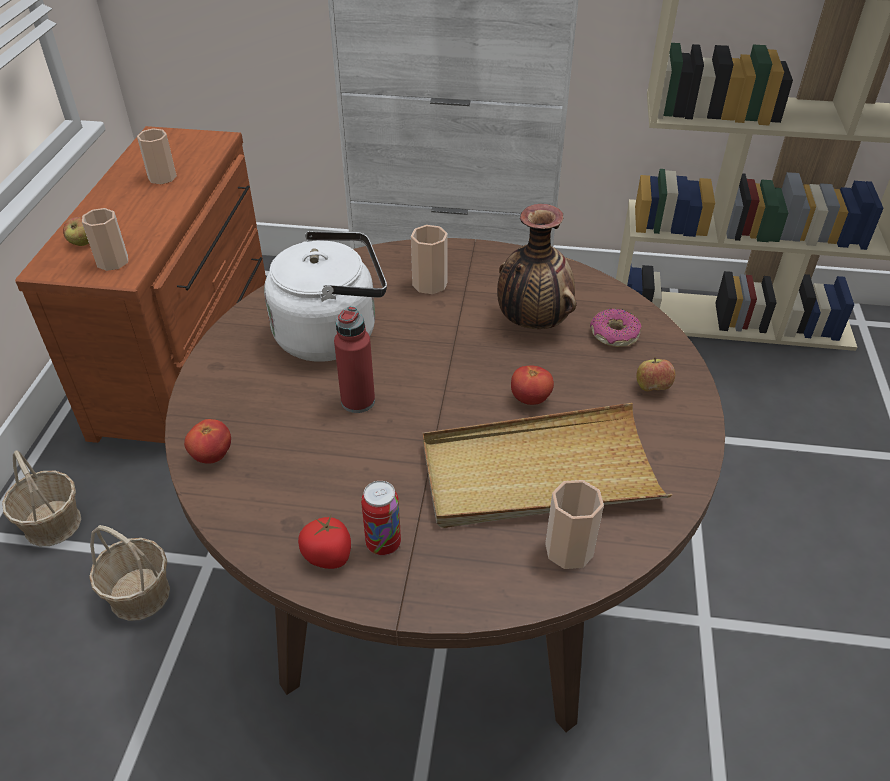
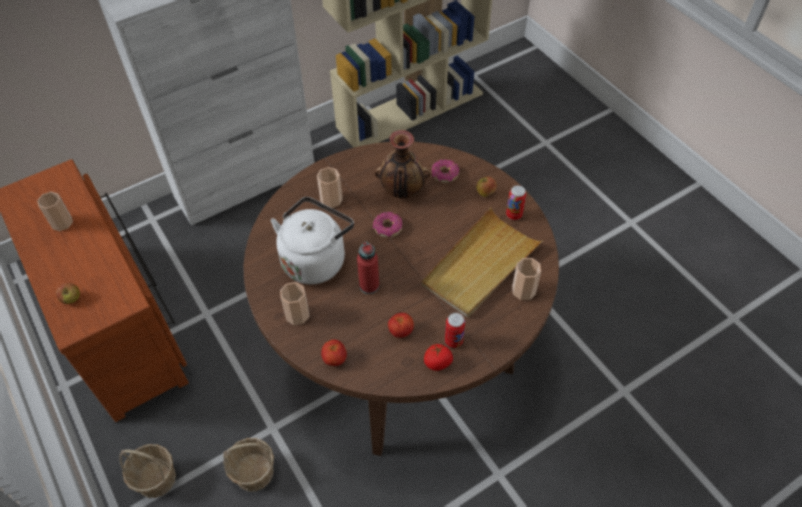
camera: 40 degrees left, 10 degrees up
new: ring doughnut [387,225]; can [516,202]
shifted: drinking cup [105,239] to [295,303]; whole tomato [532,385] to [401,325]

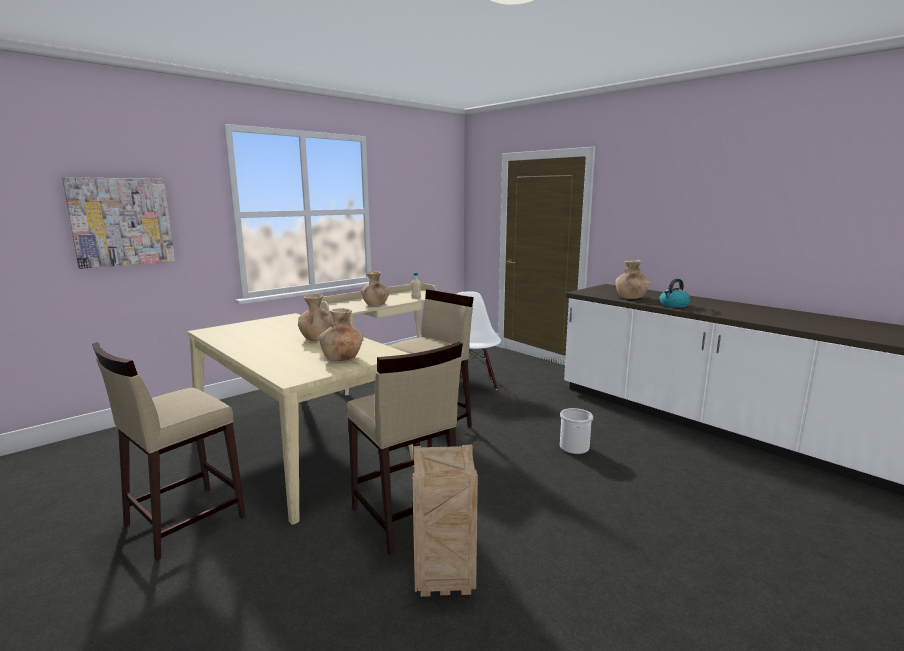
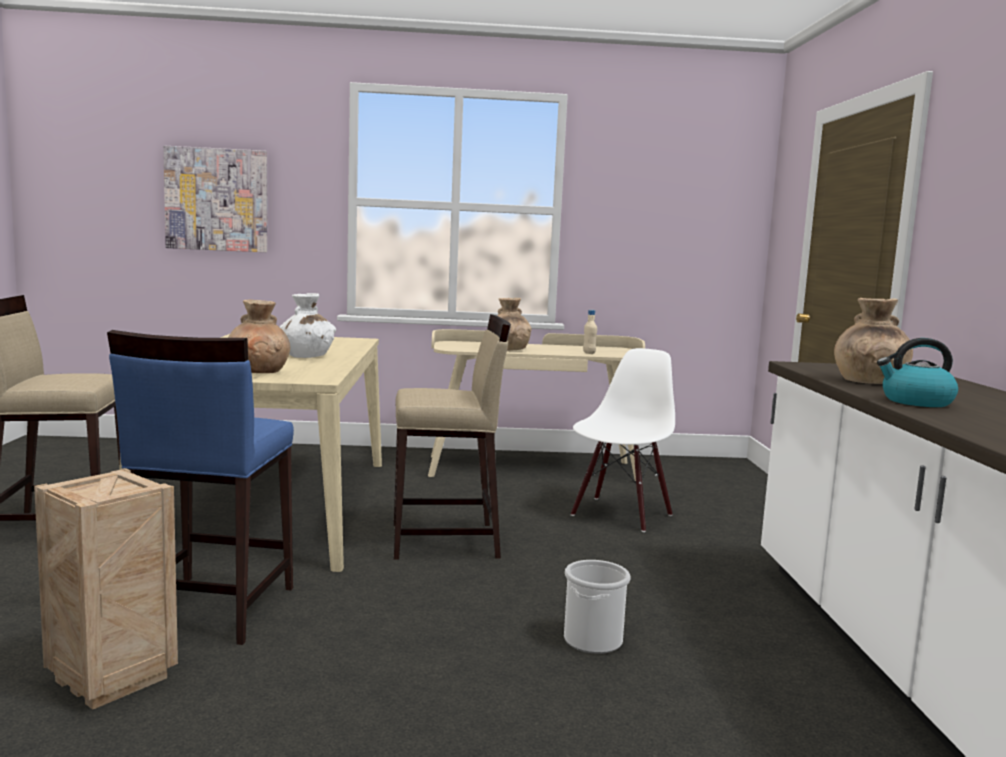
camera: 40 degrees right, 5 degrees down
repainted: vase in brown [316,317] to vase in white [308,325]; stool seat in beige [404,448] to stool seat in bluish [200,487]

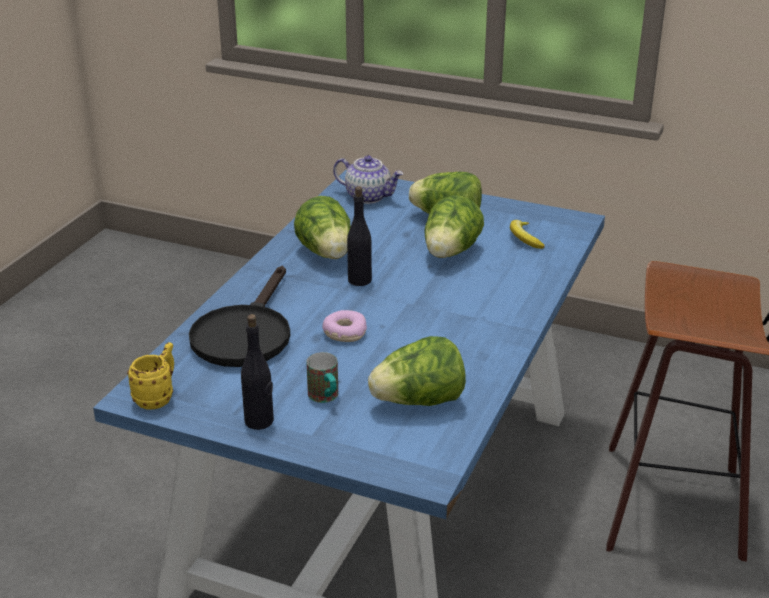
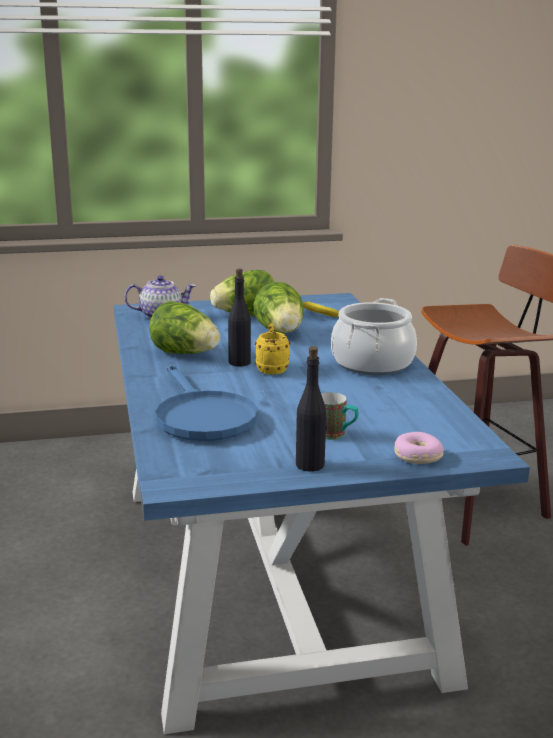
camera: 35 degrees left, 10 degrees down
gone: lettuce [417,371]
new: cooking pot [374,336]
shifted: coffee mug in yellow [150,376] to [272,349]; ring doughnut [344,326] to [419,448]
repainted: pan in black-coloured [239,316] to pan in bluish [206,402]

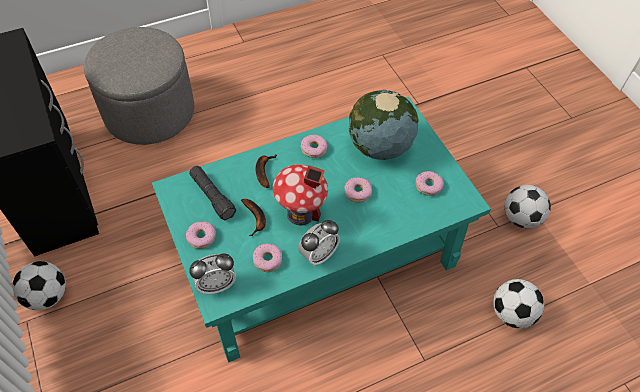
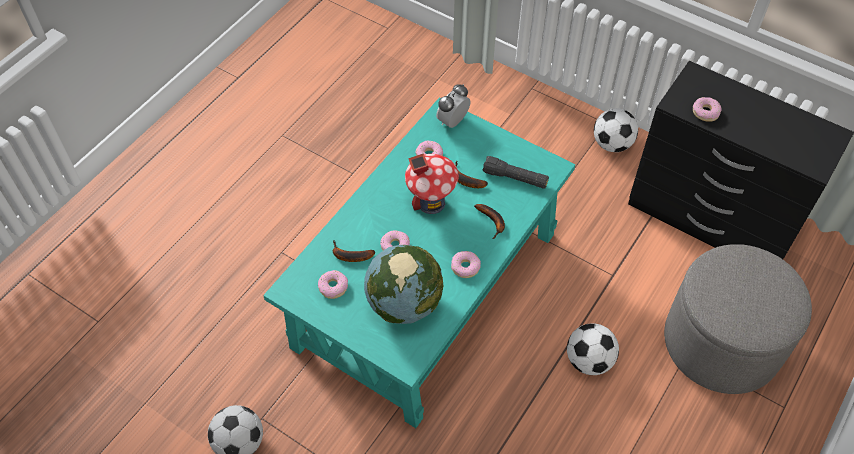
camera: 150 degrees right, 0 degrees up
gone: table clock [319,243]
new: whole banana [354,251]
shifted: ring doughnut [201,235] to [707,109]; ball for football [518,303] to [593,349]

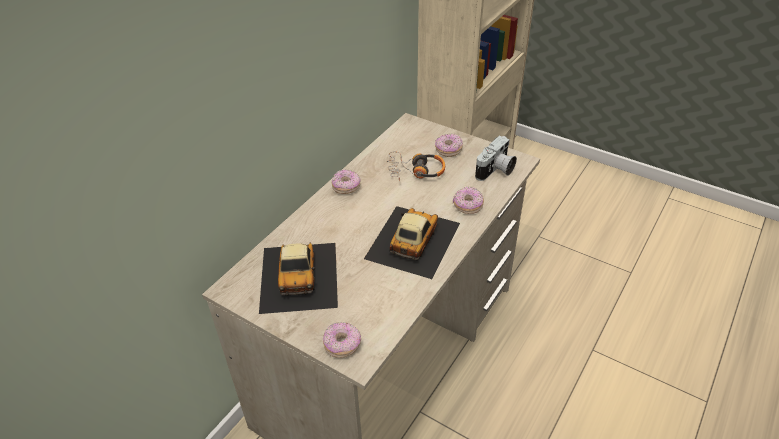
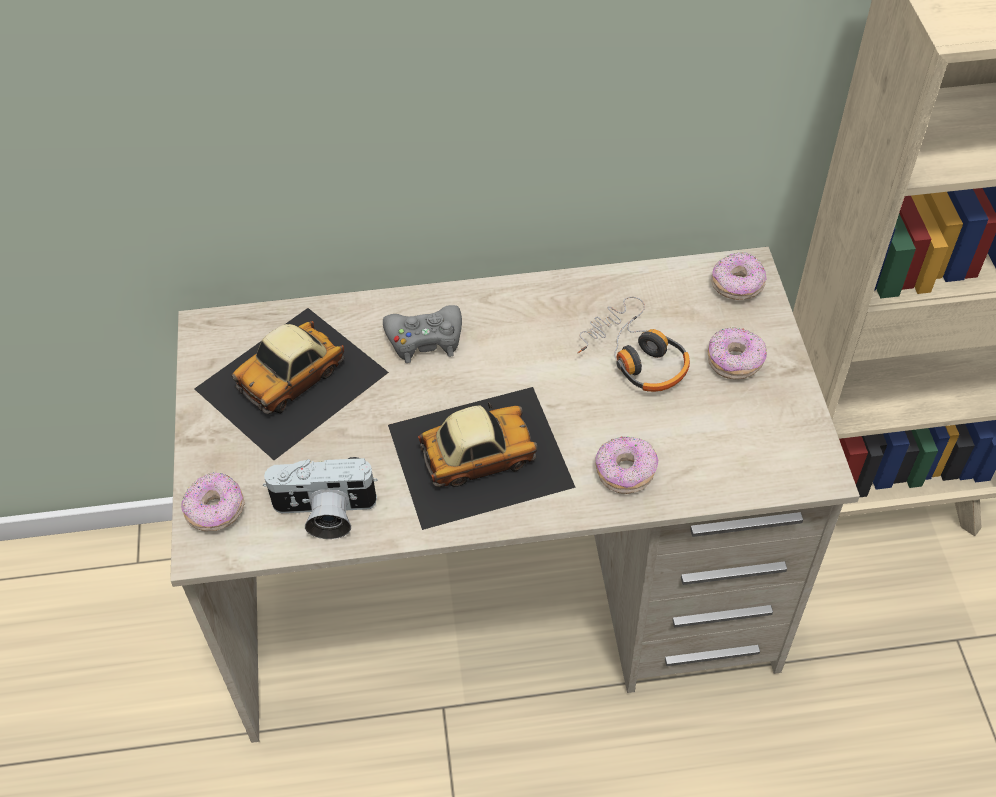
camera: 50 degrees right, 10 degrees up
new: joypad in grey [422,334]
shifted: ring doughnut [346,181] to [738,276]; photo camera [496,158] to [320,498]

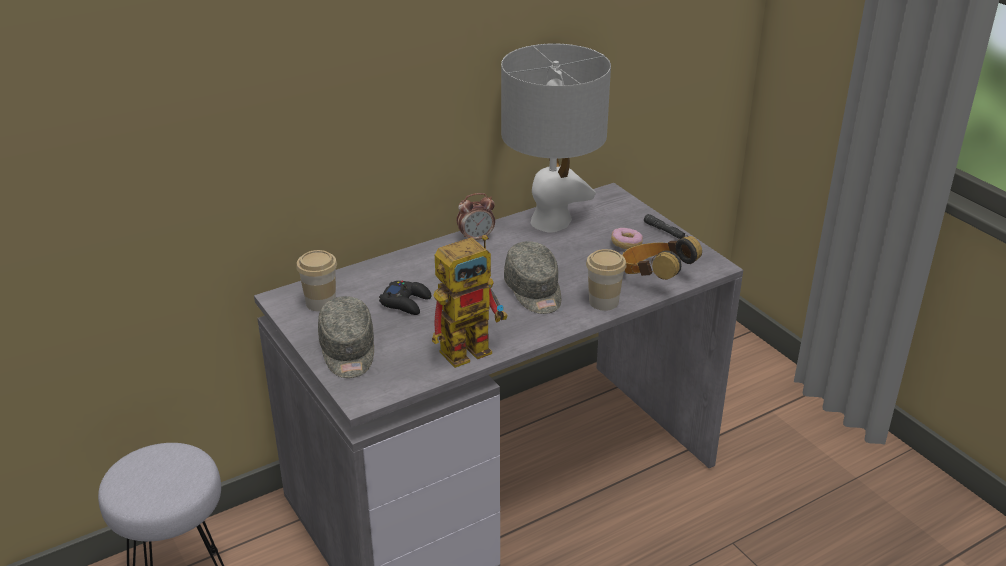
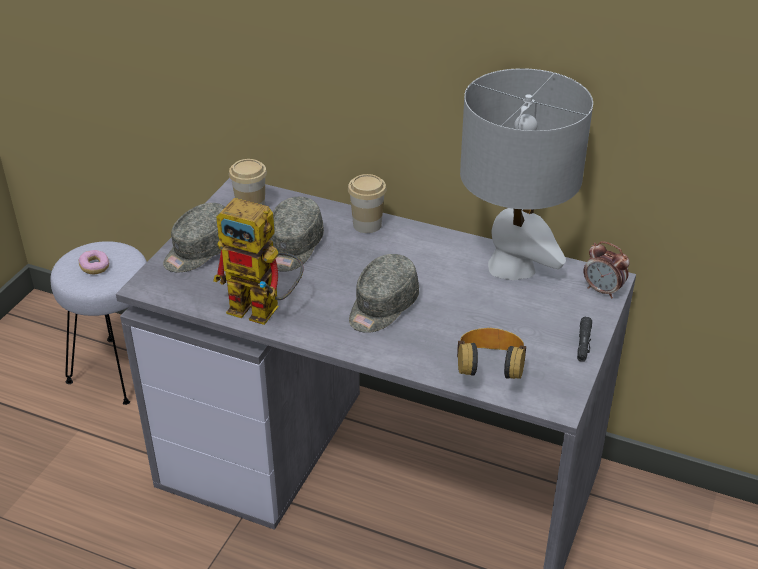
camera: 55 degrees right, 5 degrees up
shifted: table clock [476,216] to [607,269]; drinking cup [606,280] to [367,203]; ring doughnut [627,238] to [94,262]
swapped: joypad in black-coloured [405,298] to cap in grey [297,234]

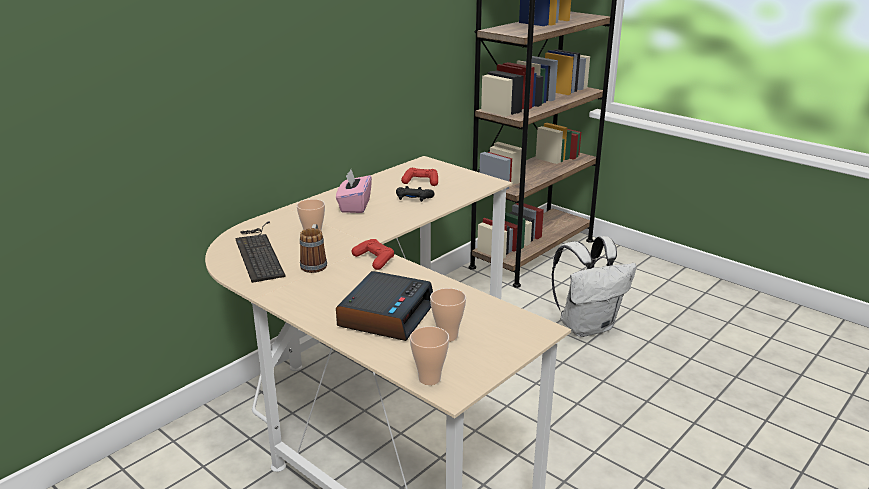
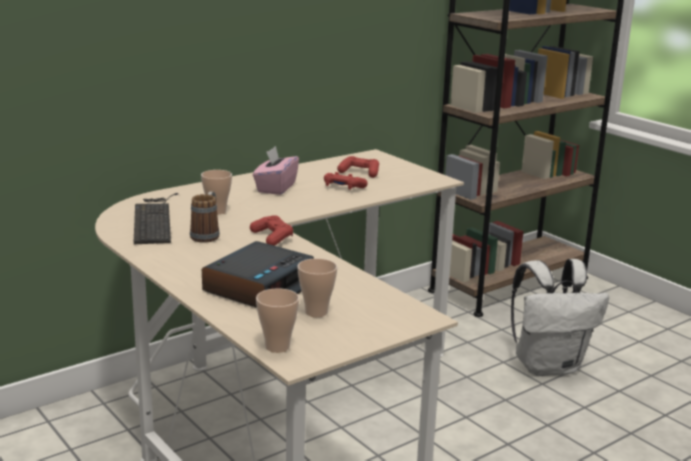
camera: 10 degrees right, 5 degrees down
repainted: joypad in black-coloured [415,194] to joypad in red-coloured [346,181]

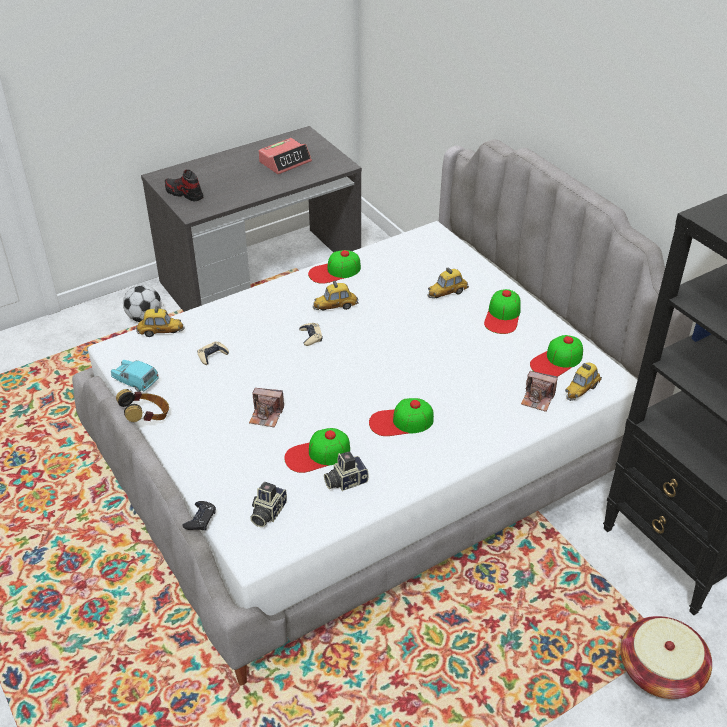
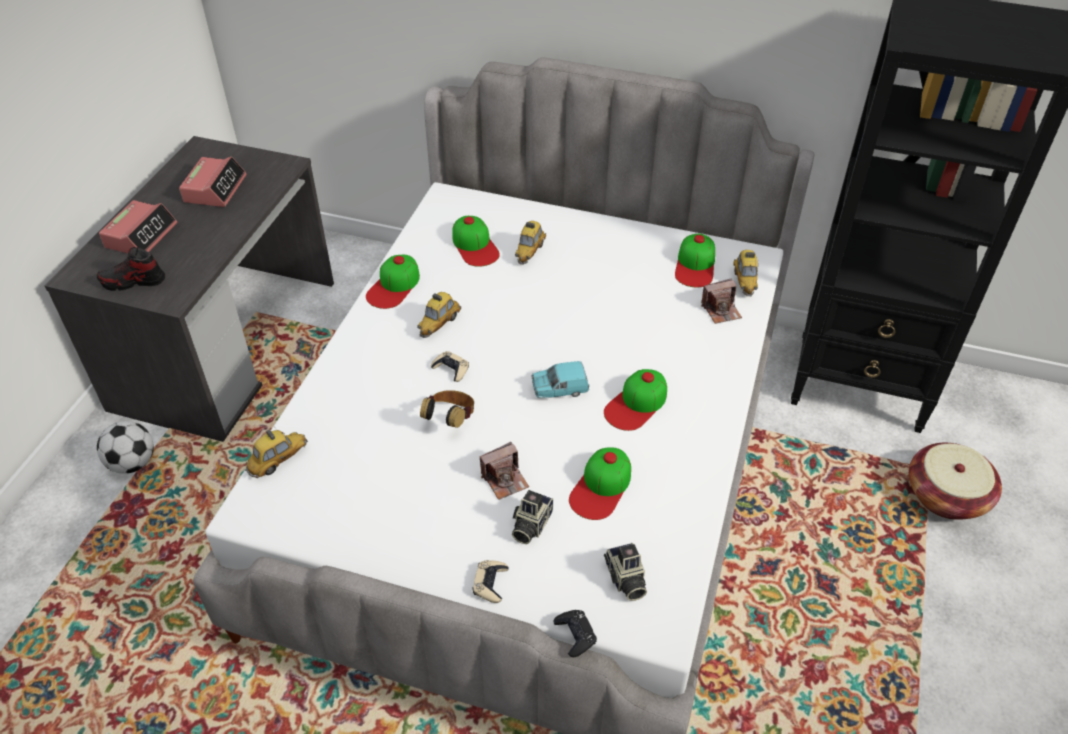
camera: 40 degrees left, 5 degrees up
new: table clock [138,226]
shifted: toy car in turquoise [135,376] to [560,379]; headphones [142,405] to [447,409]; joypad in beige [213,353] to [490,581]; photo camera [346,471] to [532,517]; cap [502,311] to [476,241]

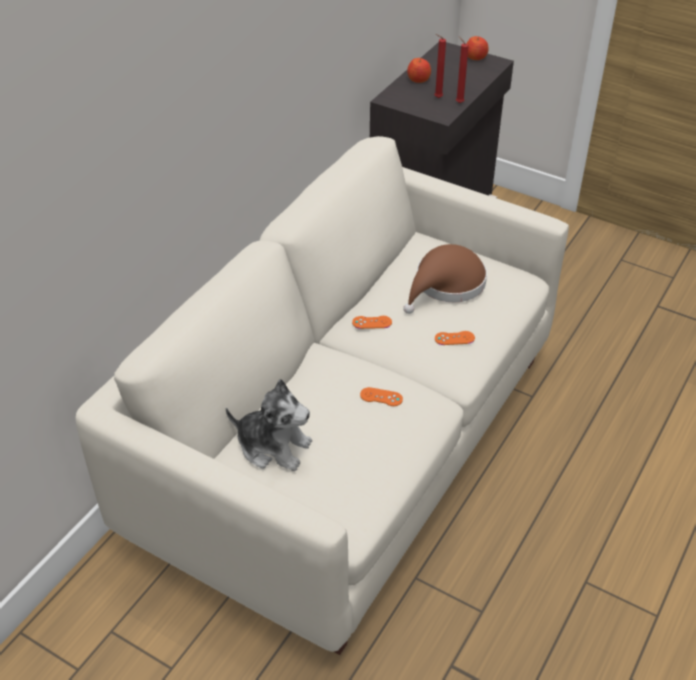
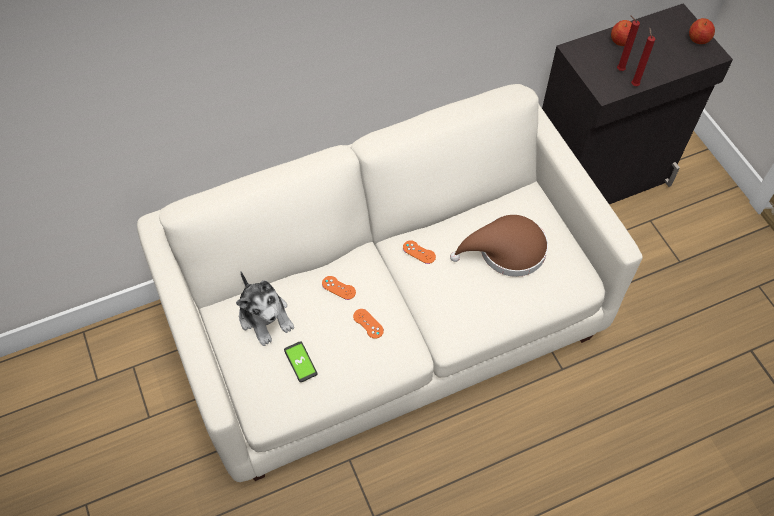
camera: 35 degrees right, 15 degrees up
new: telephone [301,361]
shifted: joypad in orangey [455,338] to [339,288]

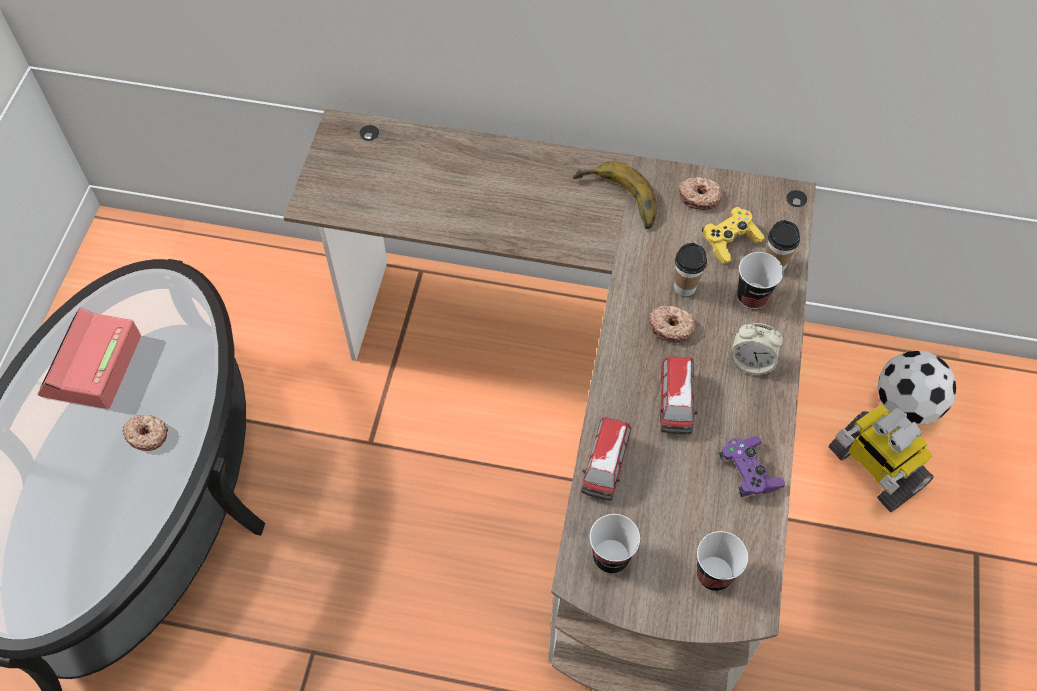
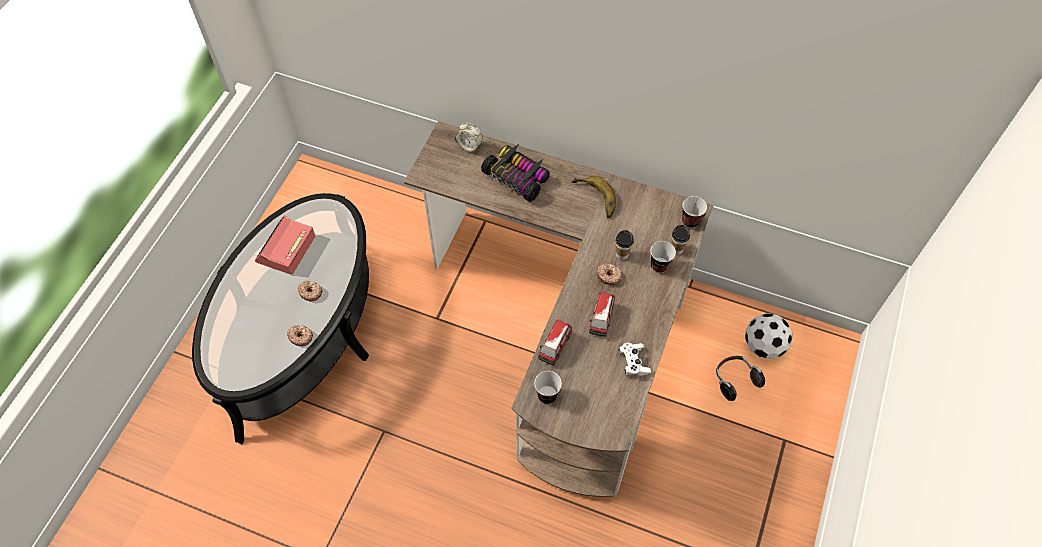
camera: 10 degrees right, 0 degrees up
gone: joypad in yellow [733,235]
new: toy car [515,173]
shifted: ring doughnut [701,193] to [300,336]; drinking cup [722,561] to [694,212]; table clock [756,349] to [469,137]
swapped: toy robot [881,458] to headphones [740,378]
repainted: joypad in purple-coloured [752,466] to joypad in white [634,359]

